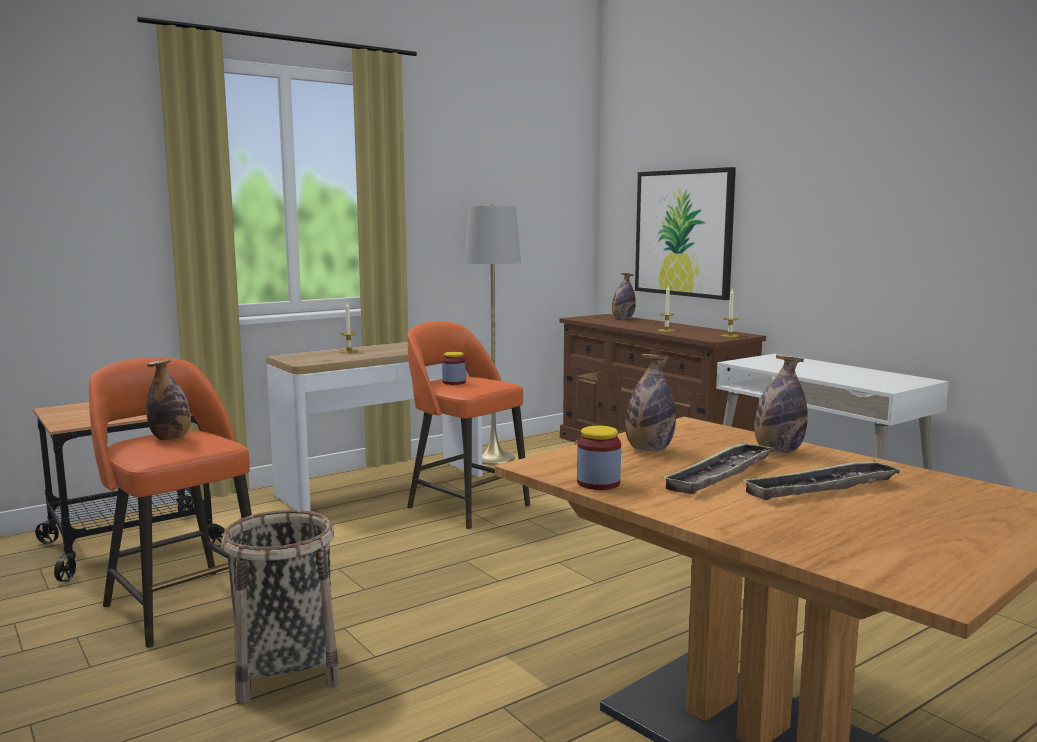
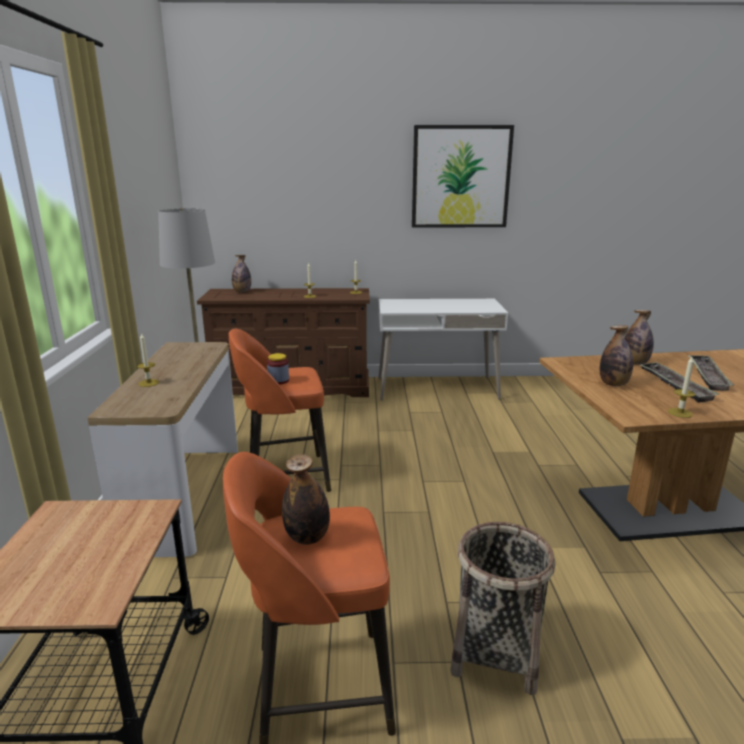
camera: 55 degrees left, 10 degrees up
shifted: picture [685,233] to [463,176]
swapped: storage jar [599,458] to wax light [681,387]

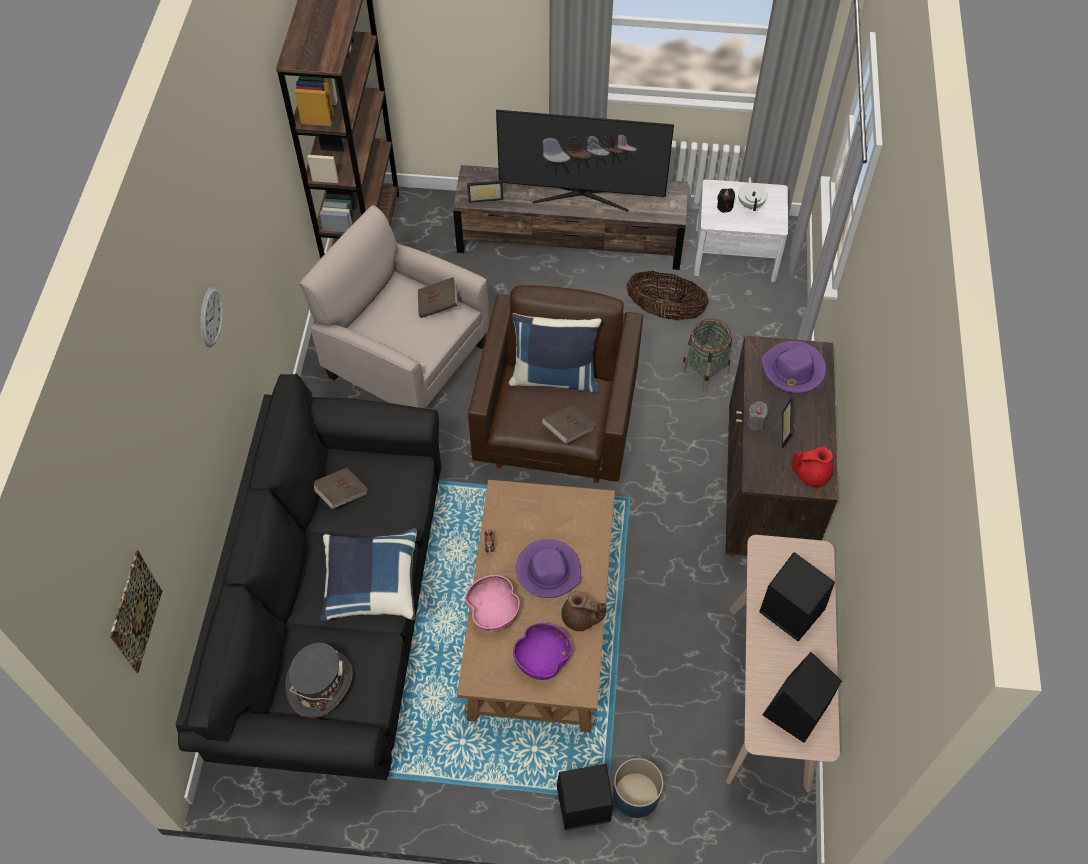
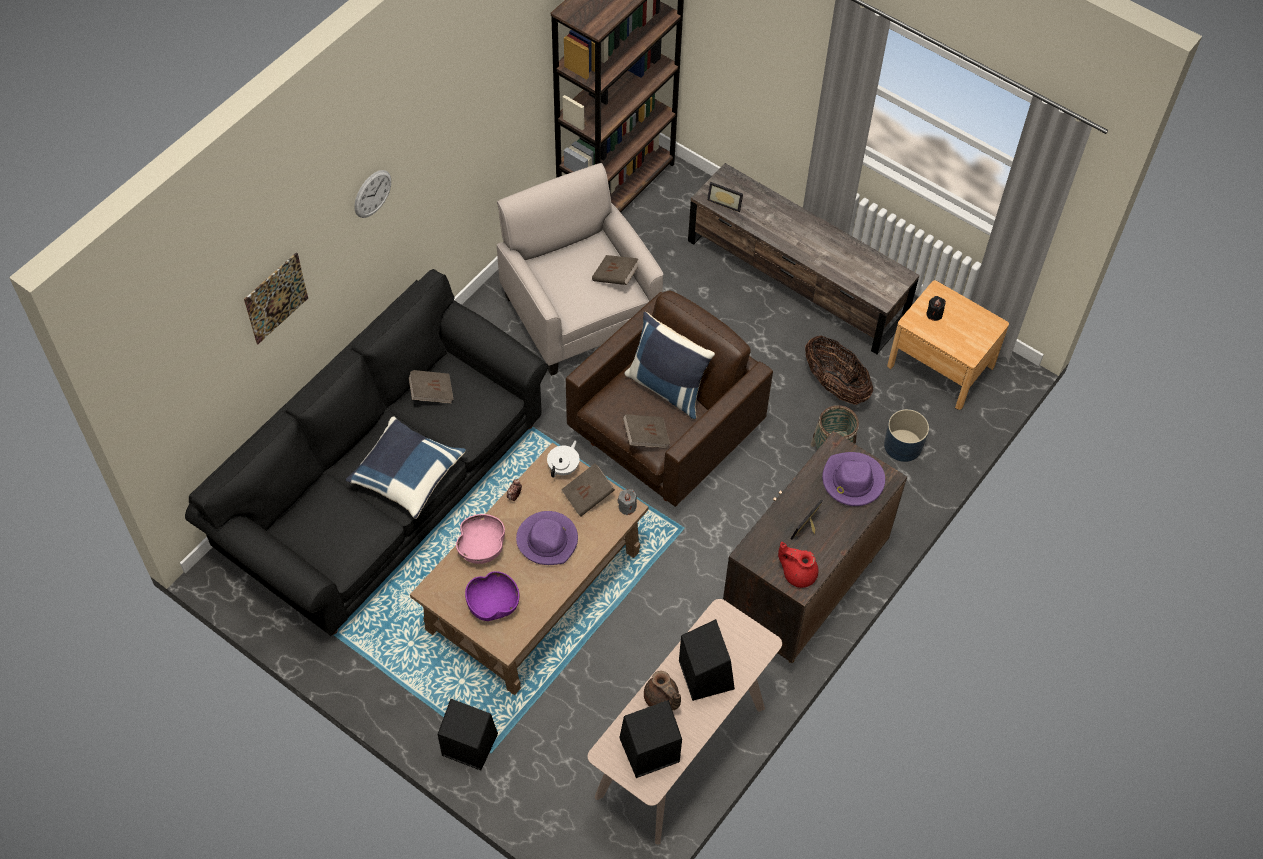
camera: 30 degrees right, 0 degrees up
gone: clothing hat in grey [319,680]; TV [585,161]
new: volume in brown [588,490]
shifted: picture [136,611] to [276,298]; tea pot in brown [583,611] to [662,690]; plant pot in bluish [638,788] to [906,435]; tea pot in white [752,194] to [563,459]; wax light in grey [757,415] to [627,502]
repainted: night table in white [741,230] to night table in brown [948,345]

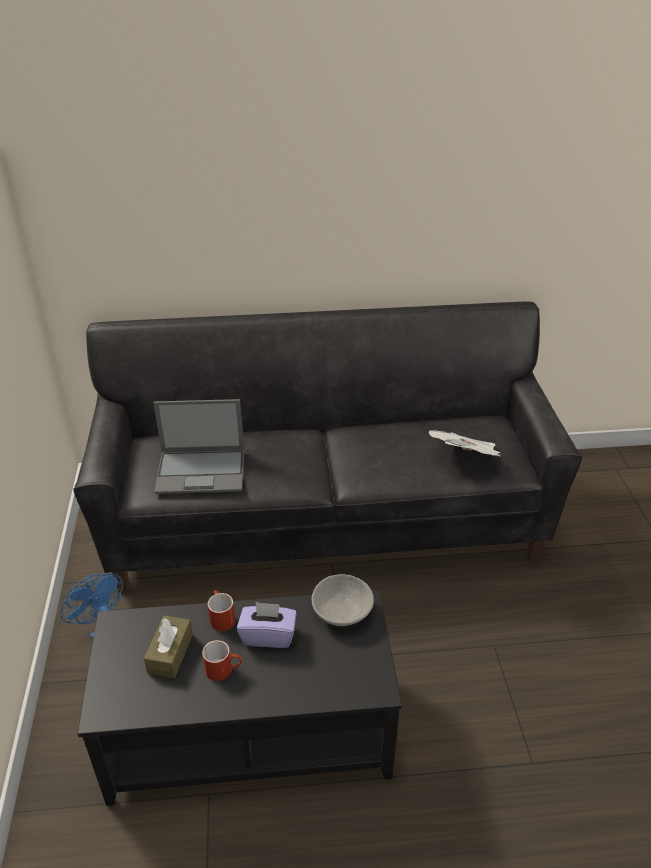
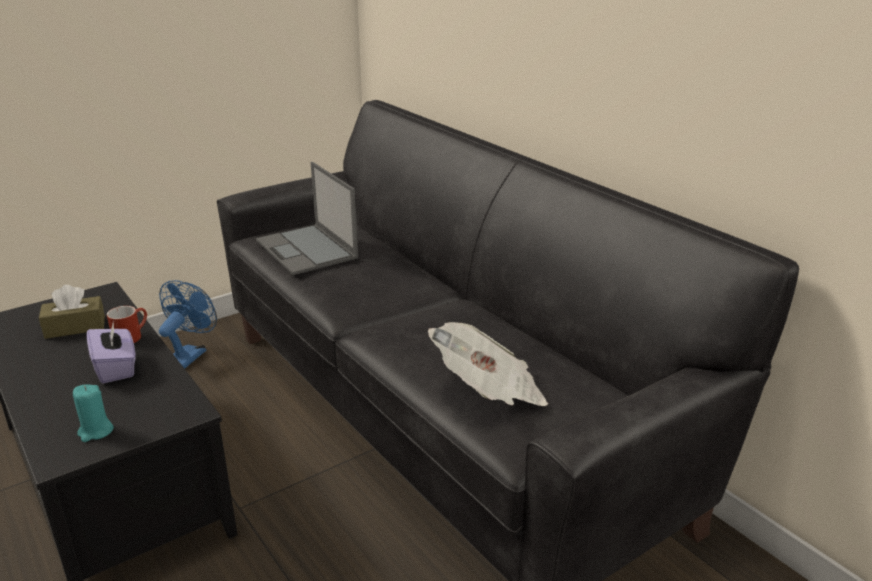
camera: 60 degrees right, 10 degrees down
gone: coffee mug in red-coloured [222,660]; deep dish in grey [343,600]
new: wax light in turquoise [93,413]

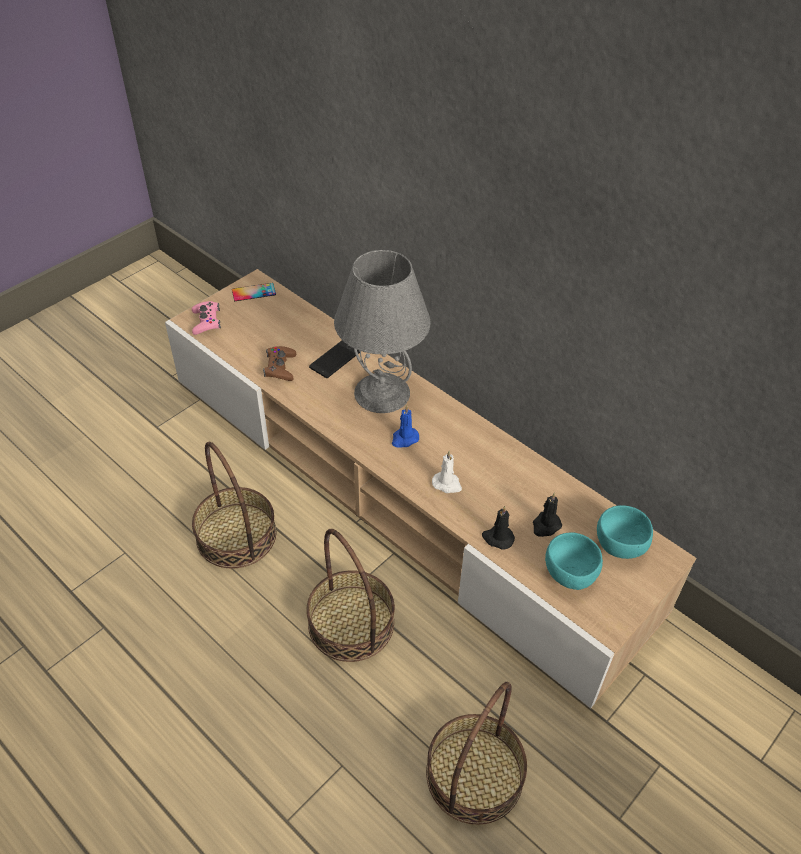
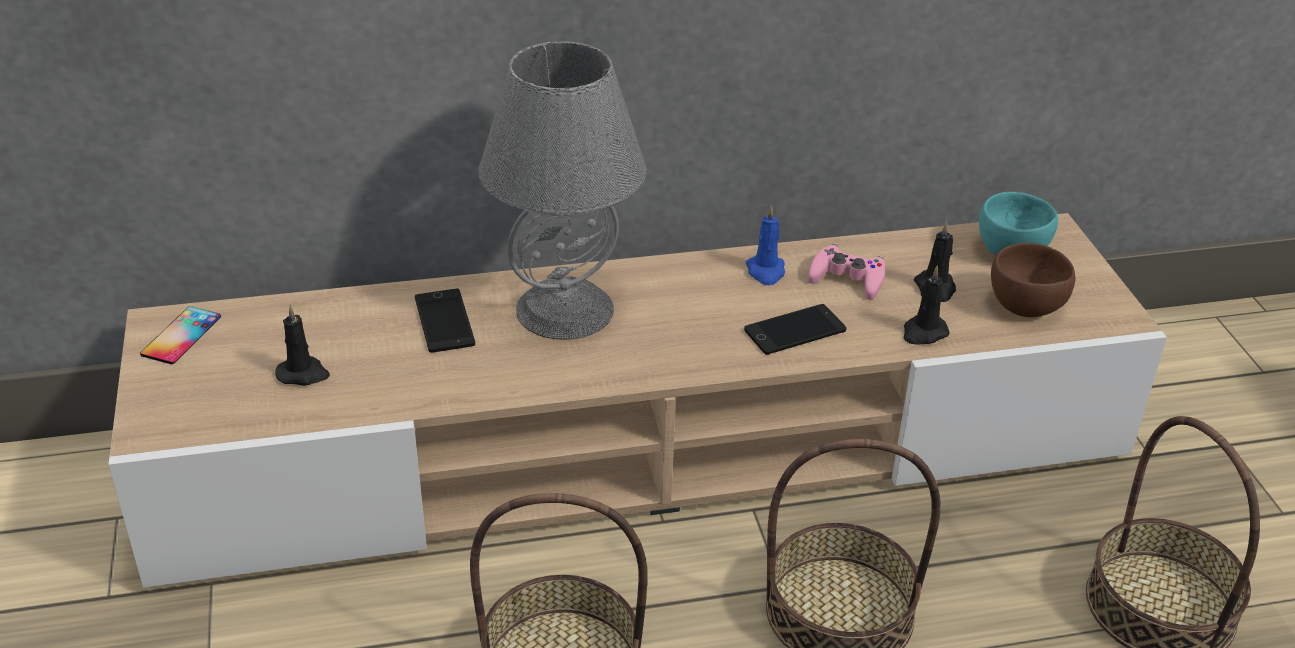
camera: 55 degrees left, 10 degrees down
gone: joypad in brown [279,363]
new: wax light in black-coloured [302,345]
shifted: joypad in pinkish [206,318] to [846,272]; wax light in bluish [405,426] to [765,245]
swapped: wax light in white [447,472] to telephone [795,329]
repainted: deep dish in turquoise [574,561] to deep dish in brown [1033,280]

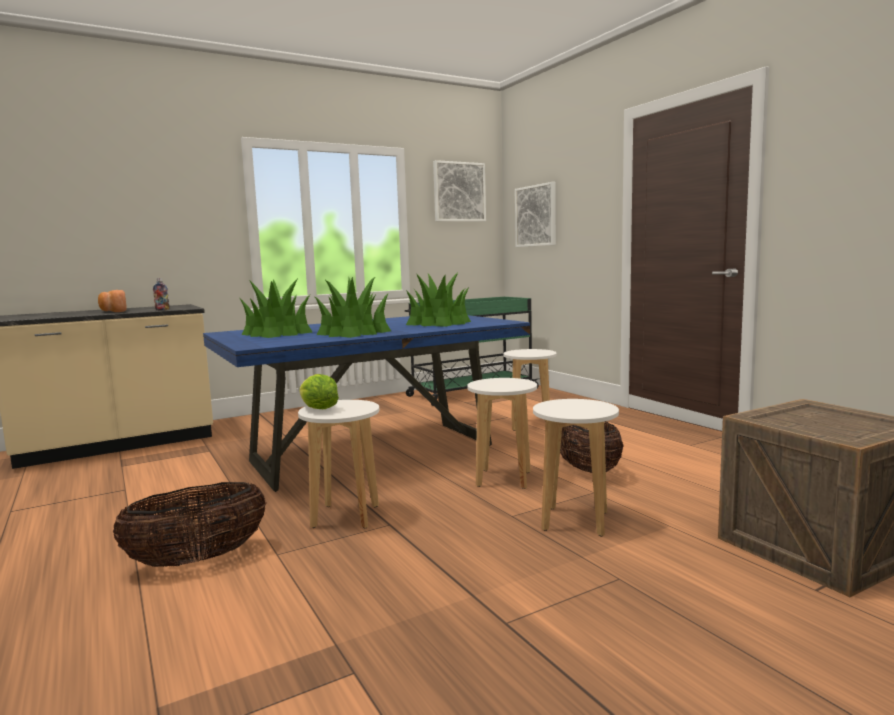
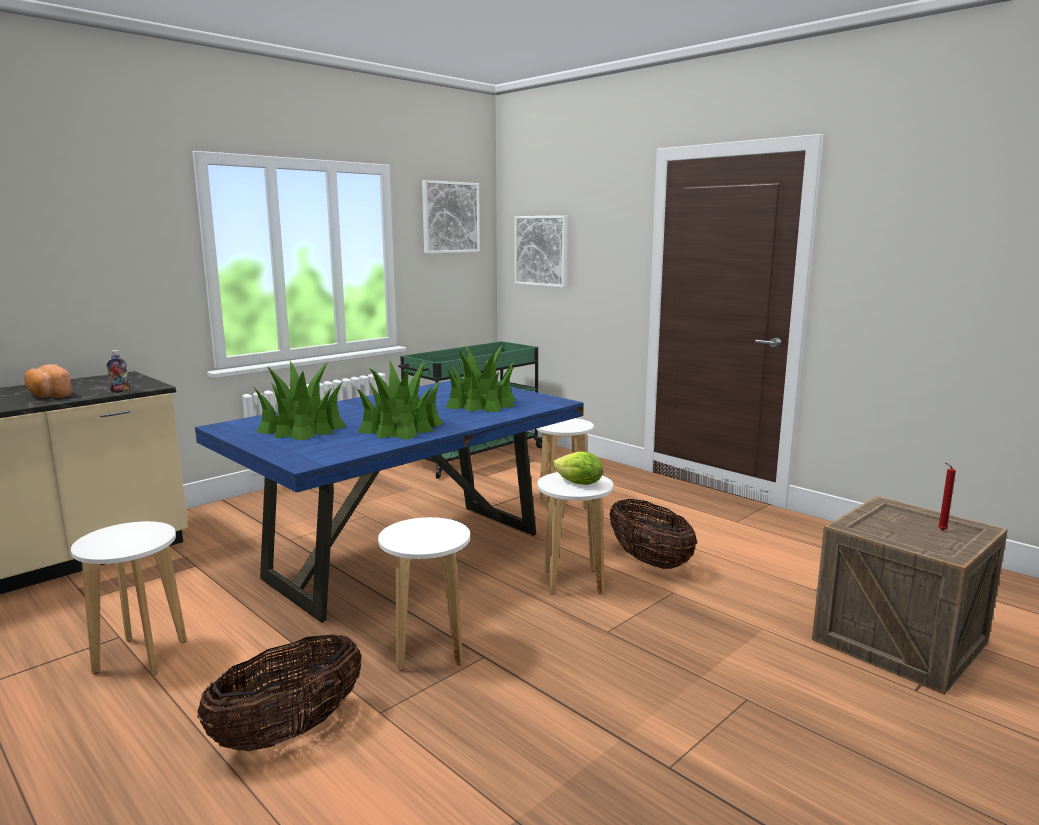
camera: 15 degrees left, 5 degrees up
new: wax light in red-coloured [947,497]
shifted: lettuce [319,391] to [577,468]; stool seat in white [576,468] to [129,598]

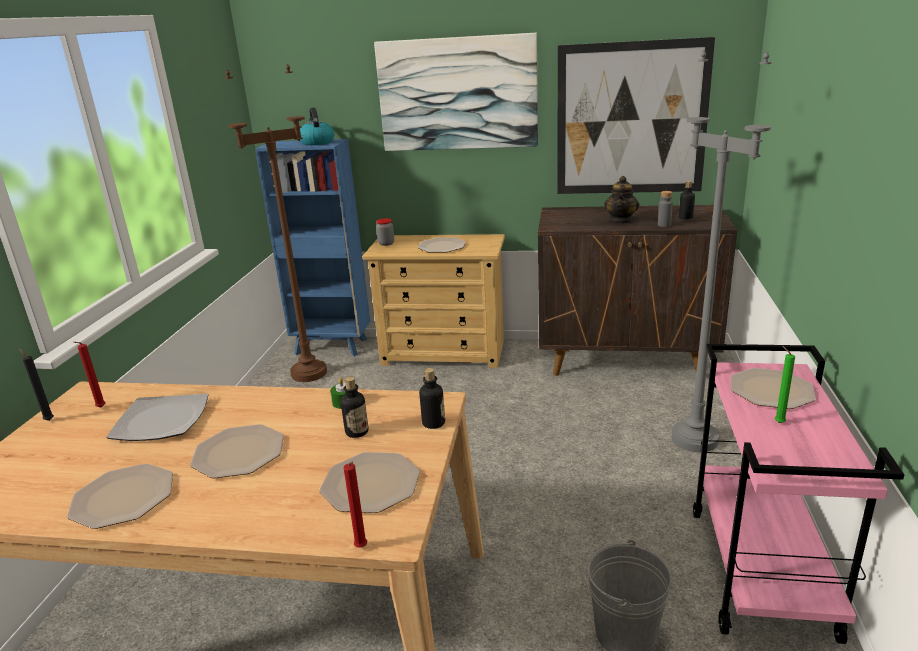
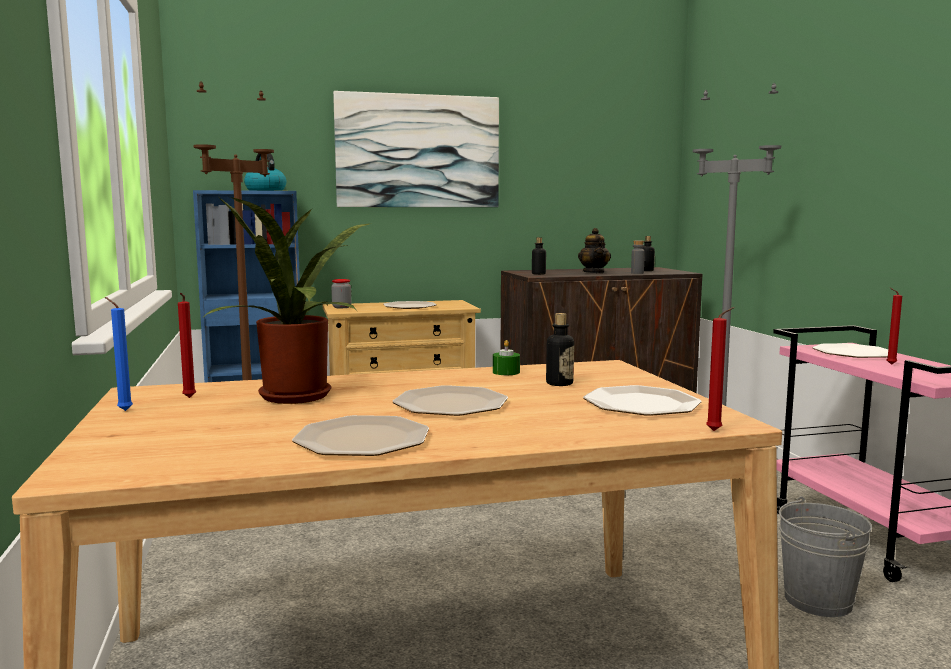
camera: 25 degrees left, 15 degrees down
gone: picture [636,115]
shifted: beverage bottle [432,398] to [539,256]
swapped: dinner plate [157,417] to plant in a pot [288,300]
repainted: wax light in black-coloured [36,385] to wax light in bluish [119,354]; wax light in green [785,384] to wax light in red-coloured [894,326]

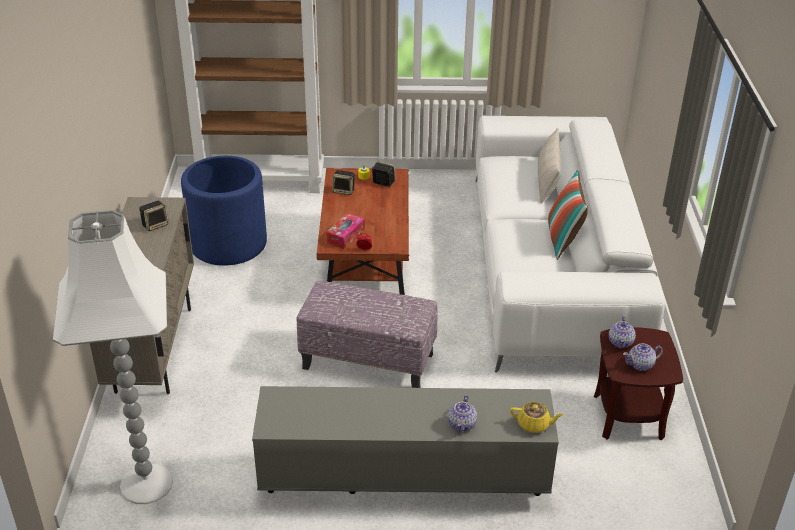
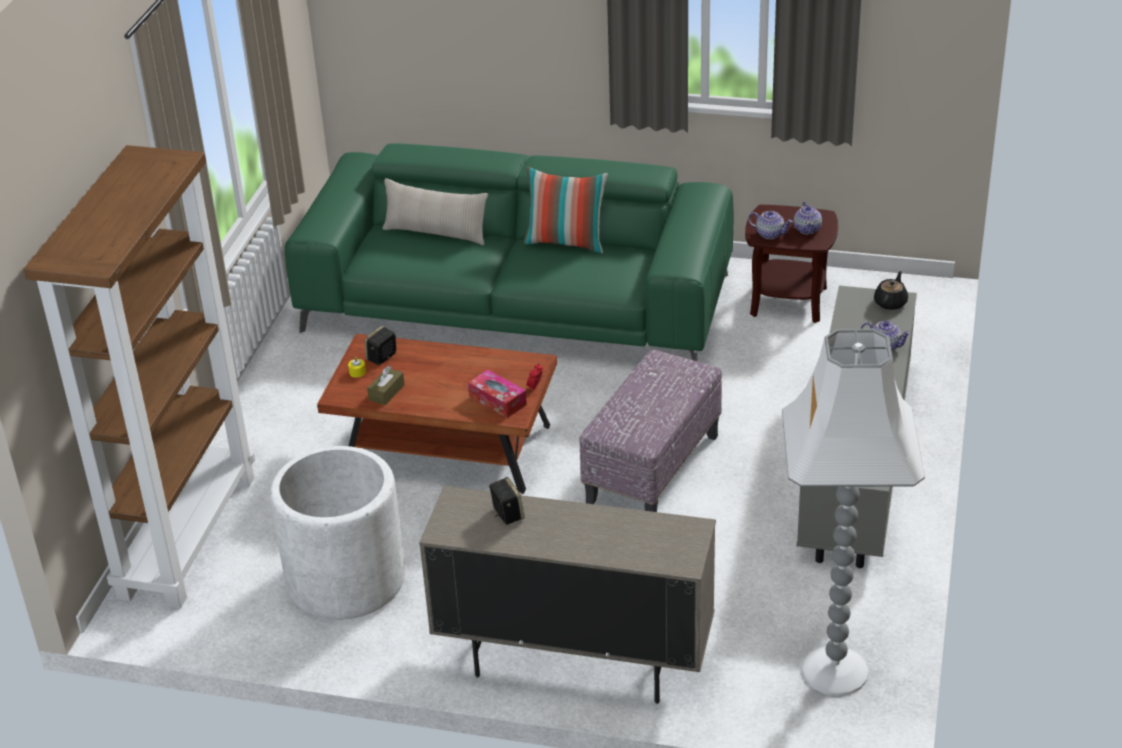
camera: 75 degrees left, 0 degrees up
swapped: loudspeaker [344,182] to box of tissues in brown [385,385]
repainted: plant pot in bluish [224,211] to plant pot in white [337,533]; sofa in white [570,244] to sofa in green [509,252]; tea pot in yellow [536,417] to tea pot in black-coloured [891,290]

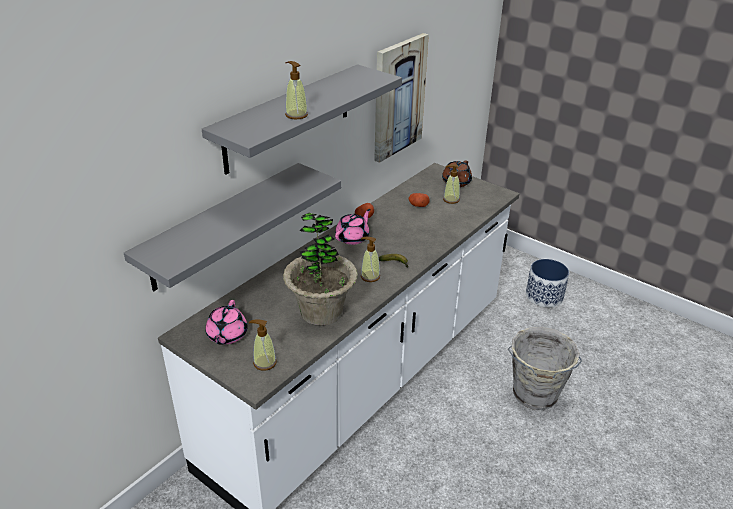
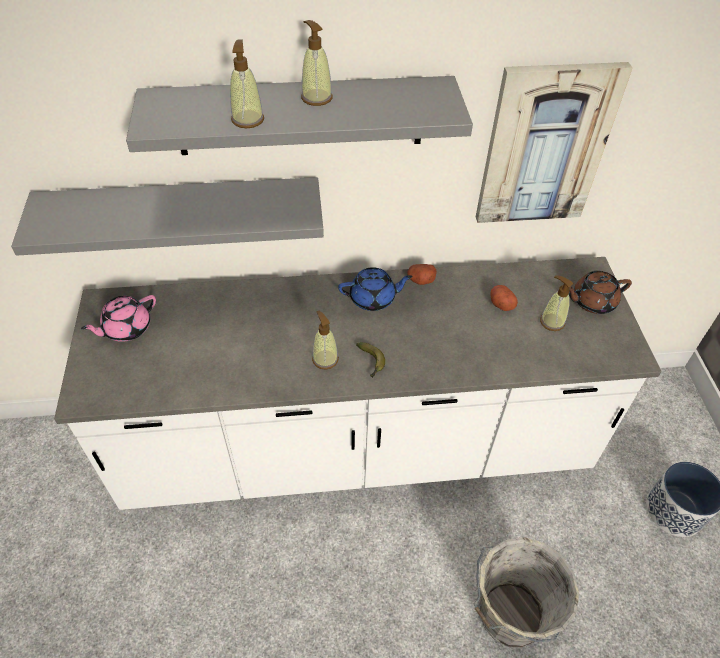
camera: 45 degrees right, 15 degrees up
gone: plant in a pot [320,269]
shifted: liquid soap bottle [263,345] to [317,63]
repainted: tea pot in pinkish [353,227] to tea pot in bluish [375,289]

